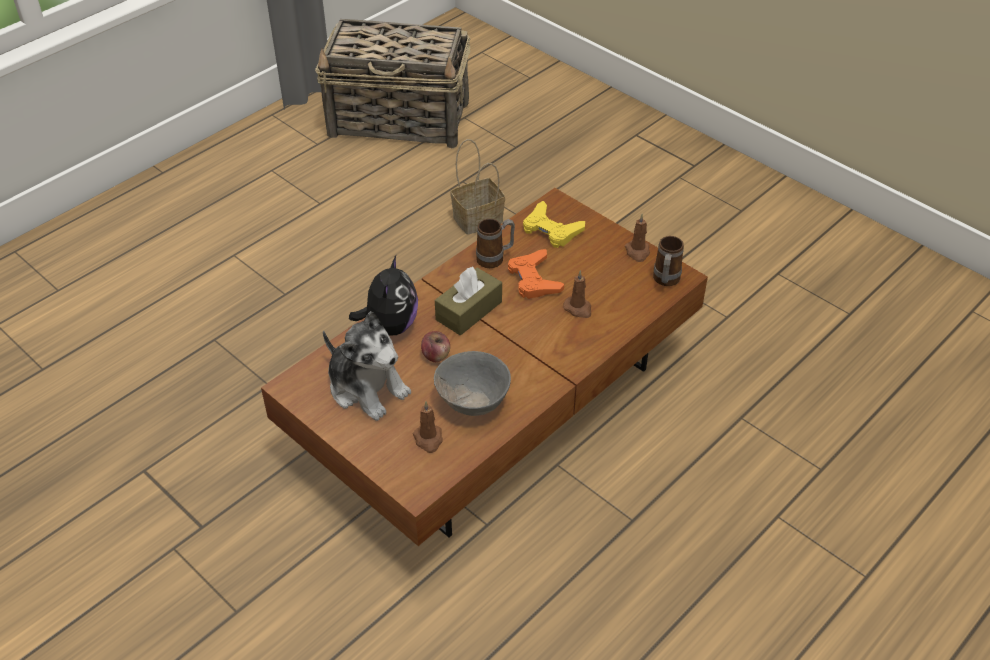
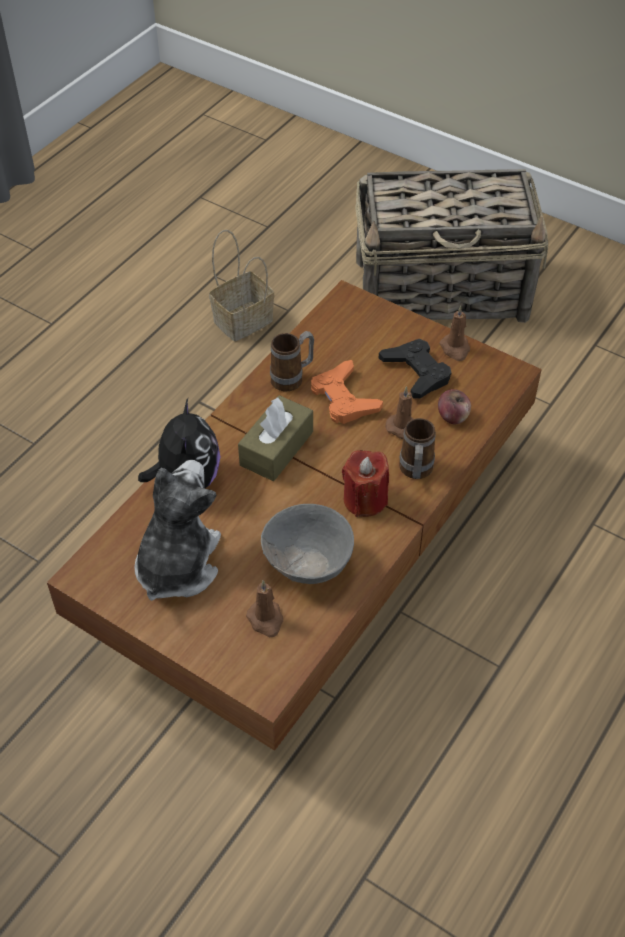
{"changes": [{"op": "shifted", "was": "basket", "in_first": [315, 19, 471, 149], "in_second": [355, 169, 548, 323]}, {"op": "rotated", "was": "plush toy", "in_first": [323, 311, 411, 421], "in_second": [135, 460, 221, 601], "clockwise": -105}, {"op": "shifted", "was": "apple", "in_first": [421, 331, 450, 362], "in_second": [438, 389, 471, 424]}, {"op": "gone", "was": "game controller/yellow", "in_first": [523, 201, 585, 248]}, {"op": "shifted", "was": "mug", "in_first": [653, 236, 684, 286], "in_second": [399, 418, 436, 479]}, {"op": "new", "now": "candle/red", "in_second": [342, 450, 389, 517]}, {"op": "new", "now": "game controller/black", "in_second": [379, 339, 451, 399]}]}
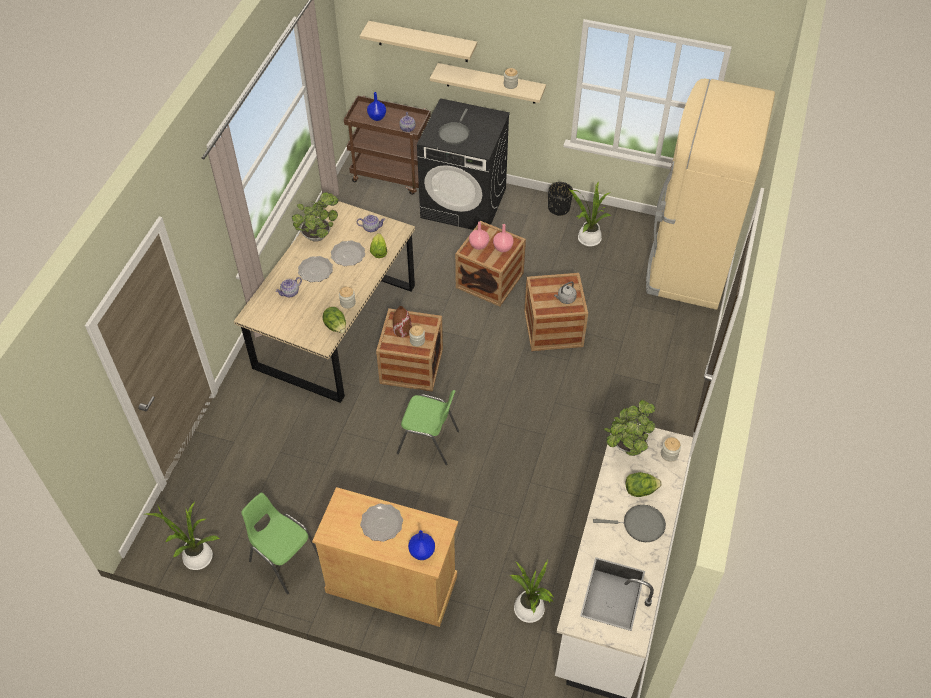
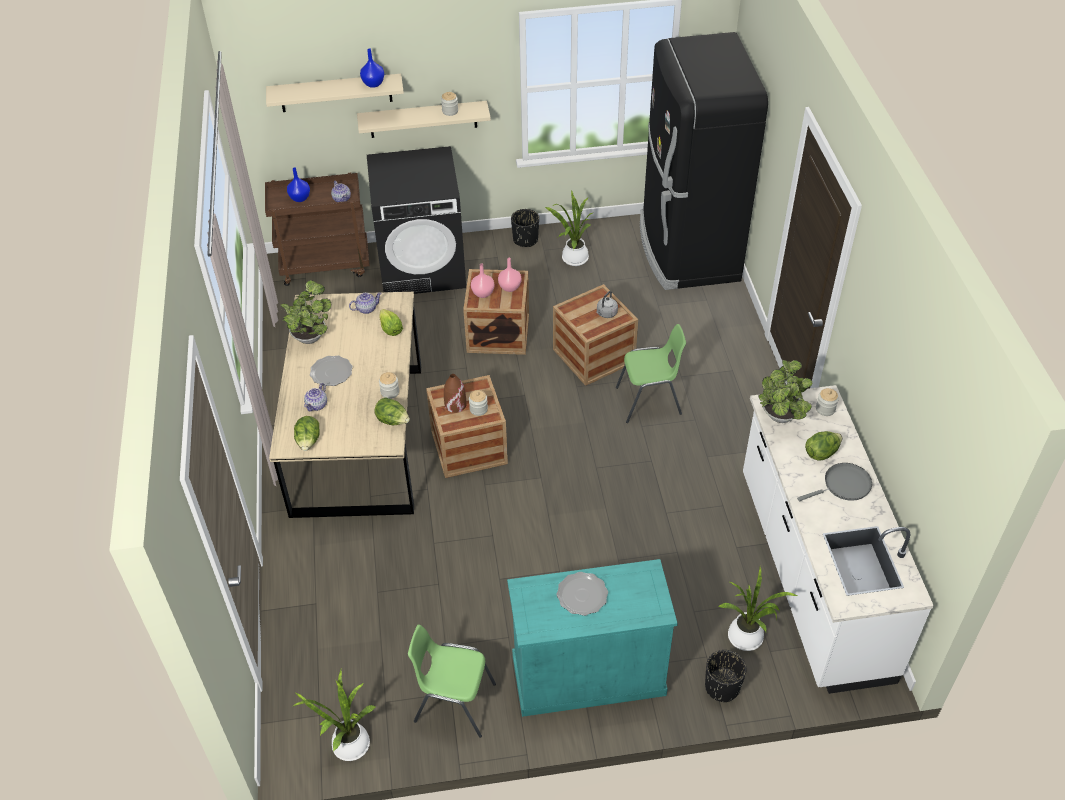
{"changes": [{"op": "repainted", "was": "cabinet/beige", "now": "cabinet/turquoise", "in_first": [312, 487, 458, 627], "in_second": [507, 559, 678, 717]}, {"op": "gone", "was": "plate", "in_first": [331, 240, 365, 266]}, {"op": "shifted", "was": "chair/green", "in_first": [397, 390, 459, 465], "in_second": [616, 324, 686, 423]}, {"op": "shifted", "was": "vase/blue", "in_first": [408, 530, 435, 560], "in_second": [360, 48, 384, 88]}, {"op": "gone", "was": "frying pan/grey", "in_first": [438, 109, 470, 144]}, {"op": "repainted", "was": "fridge/beige", "now": "fridge/black", "in_first": [646, 79, 775, 310], "in_second": [640, 32, 768, 290]}, {"op": "new", "now": "lettuce", "in_second": [294, 416, 319, 451]}, {"op": "new", "now": "planter/black", "in_second": [705, 650, 746, 702]}]}
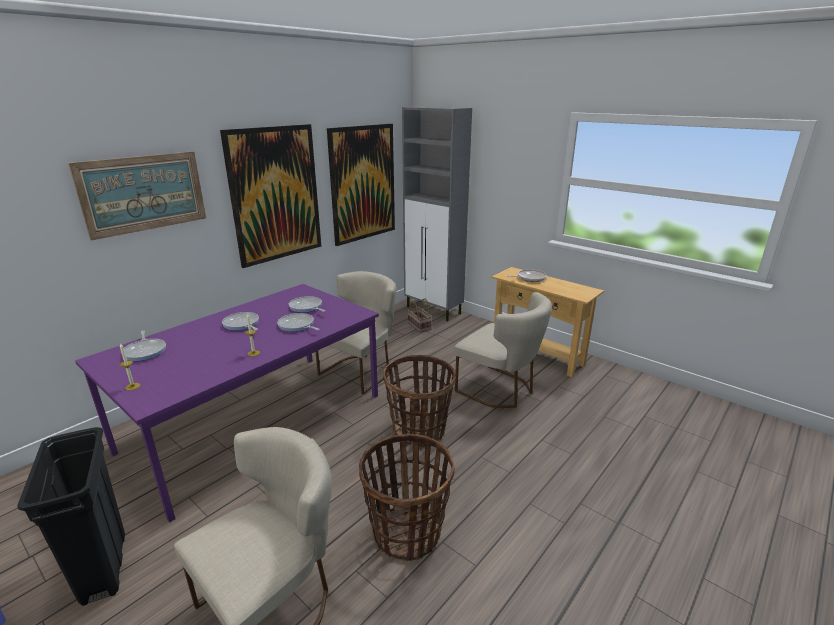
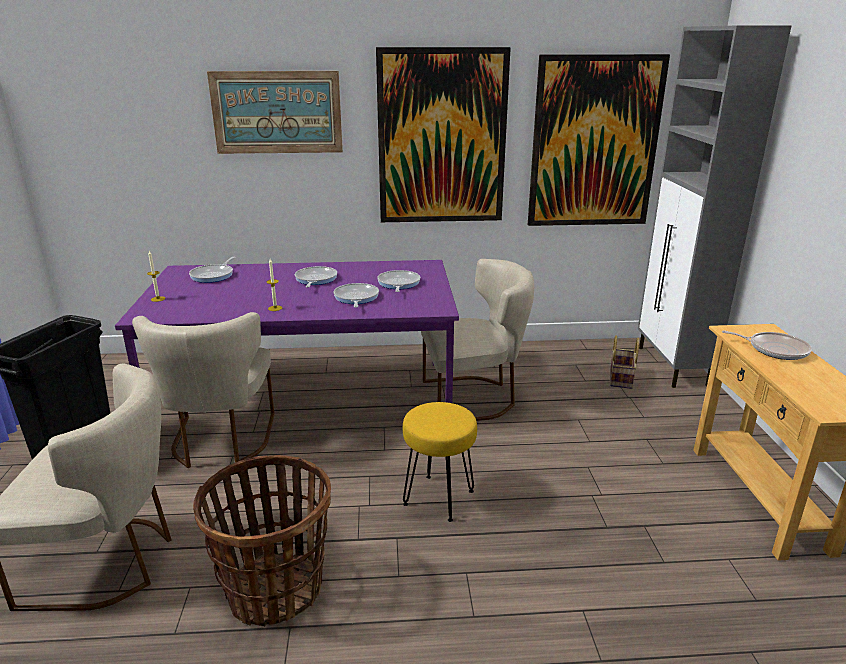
{"changes": [{"op": "swapped", "was": "basket", "now": "stool/yellow", "in_first": [383, 355, 456, 448], "in_second": [403, 402, 477, 522]}, {"op": "shifted", "was": "chair/beige", "in_first": [455, 292, 552, 408], "in_second": [132, 312, 275, 468]}]}
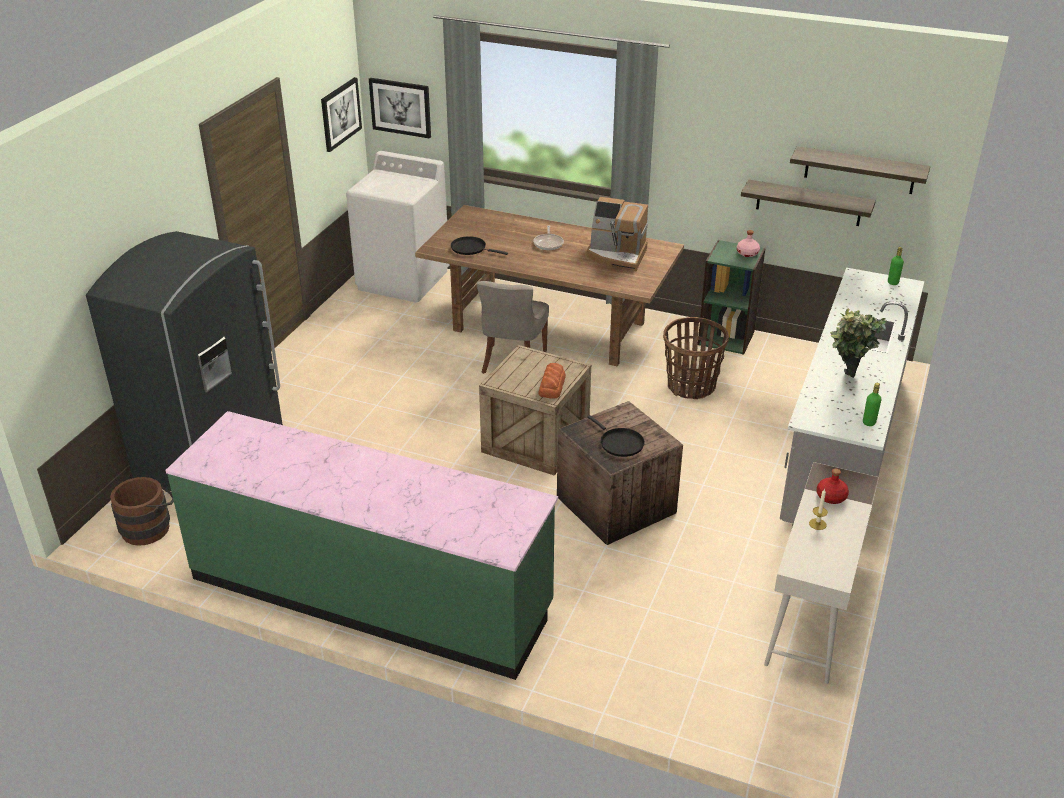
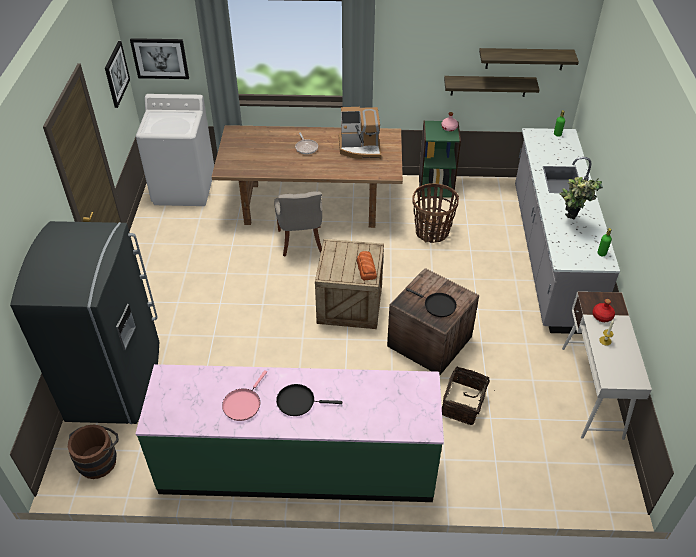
{"changes": [{"op": "shifted", "was": "frying pan/black", "in_first": [451, 236, 508, 255], "in_second": [276, 384, 342, 416]}, {"op": "new", "now": "frying pan/pink", "in_second": [222, 370, 267, 421]}, {"op": "new", "now": "basket", "in_second": [442, 367, 498, 425]}]}
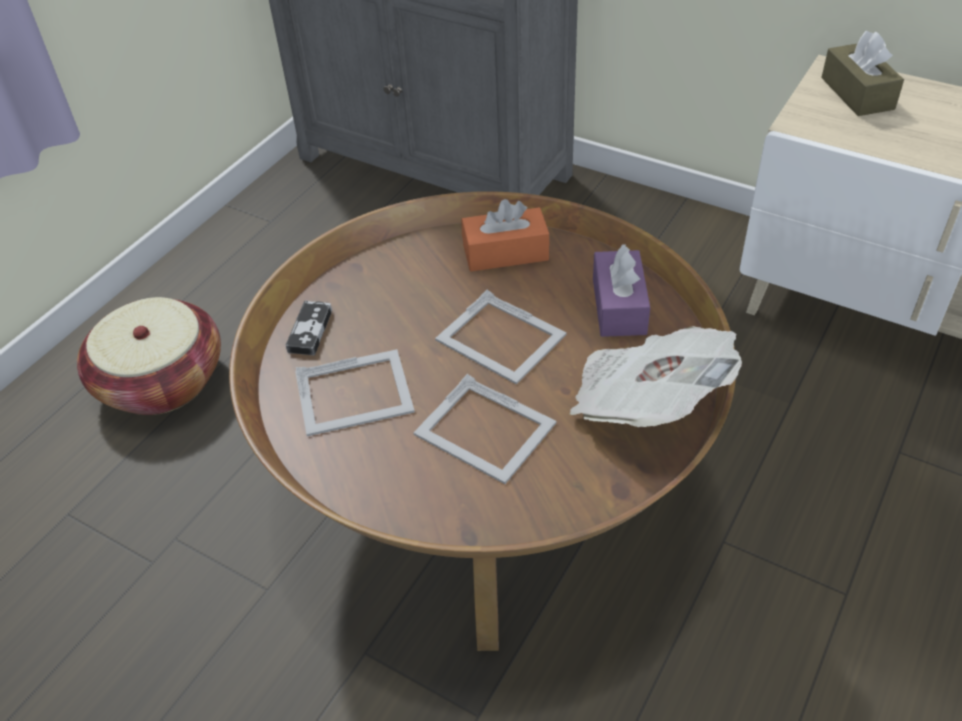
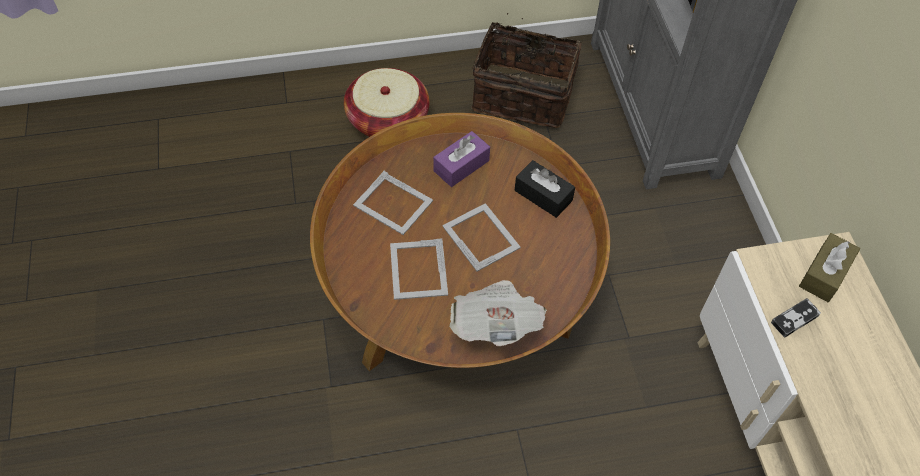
{"changes": [{"op": "shifted", "was": "game controller", "in_first": [286, 300, 332, 355], "in_second": [771, 298, 821, 338]}, {"op": "rotated", "was": "picture frame", "in_first": [435, 290, 567, 385], "in_second": [442, 203, 521, 272], "clockwise": 150}, {"op": "repainted", "was": "tissue box/orange", "now": "tissue box/black", "in_first": [461, 199, 549, 272], "in_second": [515, 160, 575, 218]}, {"op": "shifted", "was": "tissue box/purple", "in_first": [593, 244, 650, 337], "in_second": [433, 131, 490, 187]}, {"op": "new", "now": "basket", "in_second": [472, 13, 582, 128]}]}
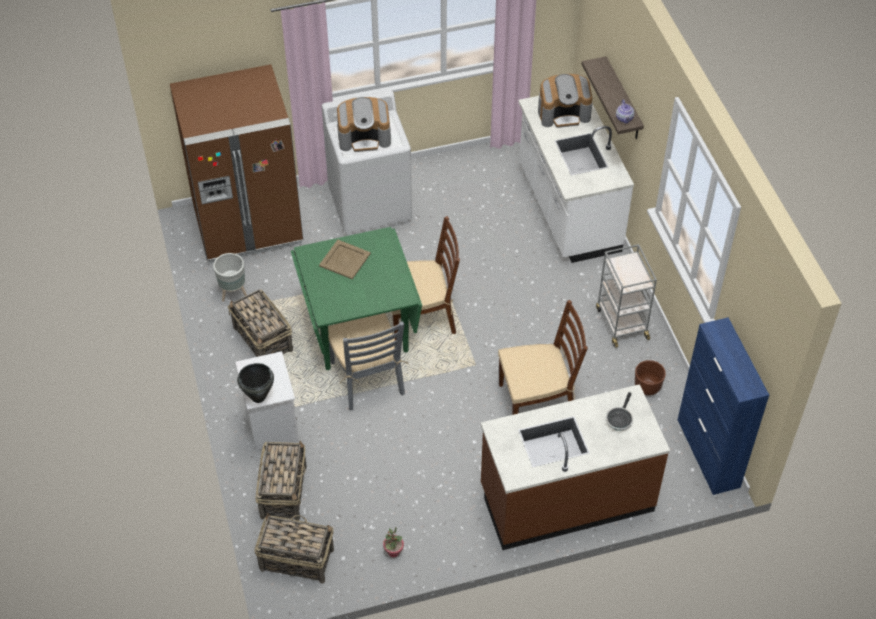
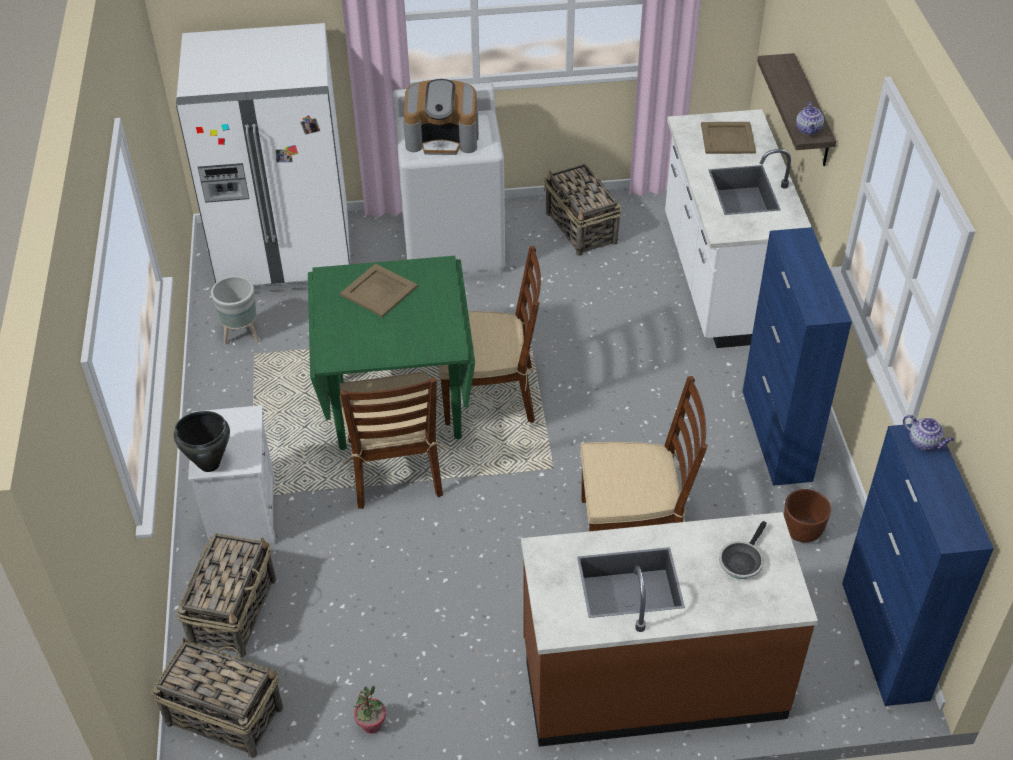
{"changes": [{"op": "repainted", "was": "fridge/brown", "now": "fridge/white", "in_first": [170, 64, 303, 264], "in_second": [176, 23, 351, 292]}, {"op": "shifted", "was": "basket", "in_first": [228, 289, 293, 357], "in_second": [544, 164, 621, 256]}, {"op": "repainted", "was": "chair/grey", "now": "chair/brown", "in_first": [328, 313, 408, 410], "in_second": [339, 372, 448, 509]}, {"op": "swapped", "was": "coffee machine", "now": "tray/beige", "in_first": [538, 74, 593, 128], "in_second": [701, 122, 756, 154]}, {"op": "swapped", "was": "cart/grey", "now": "cabinet/blue", "in_first": [596, 244, 657, 348], "in_second": [743, 227, 852, 486]}, {"op": "new", "now": "teapot", "in_second": [903, 415, 954, 451]}]}
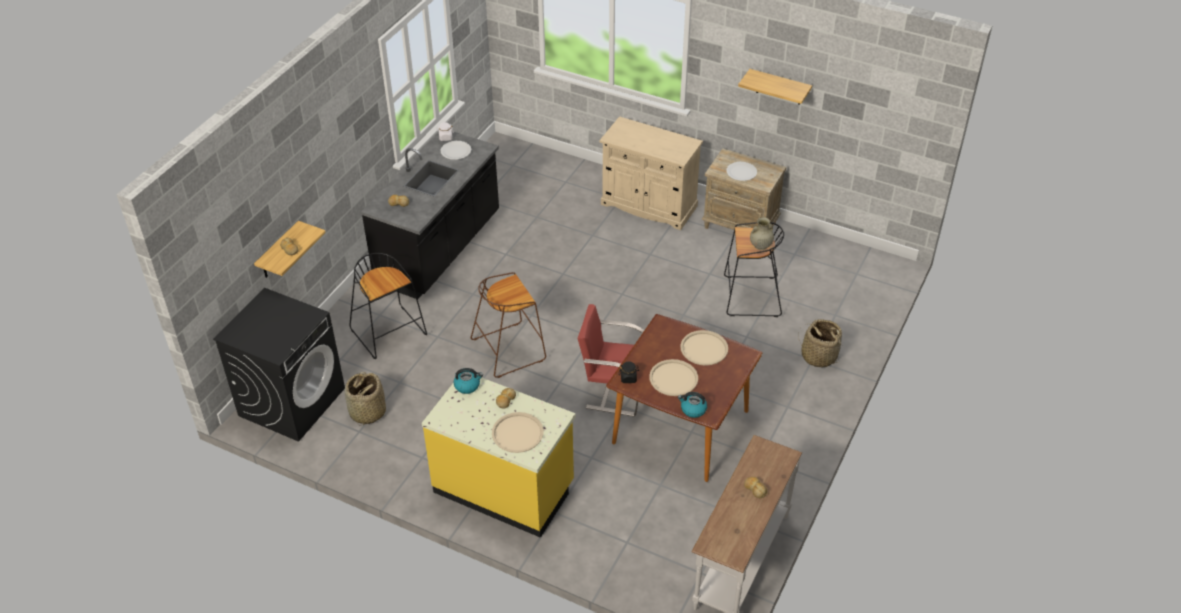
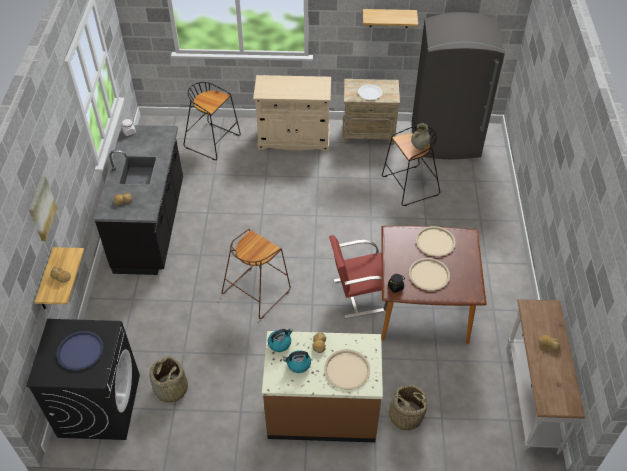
{"changes": [{"op": "shifted", "was": "stool/black", "in_first": [349, 253, 427, 359], "in_second": [183, 82, 241, 160]}, {"op": "repainted", "was": "counter/yellow", "now": "counter/brown", "in_first": [422, 377, 576, 538], "in_second": [262, 331, 383, 442]}, {"op": "gone", "was": "plate/white", "in_first": [440, 141, 471, 160]}, {"op": "shifted", "was": "kettle", "in_first": [678, 392, 707, 418], "in_second": [283, 350, 311, 373]}, {"op": "shifted", "was": "basket", "in_first": [798, 319, 842, 368], "in_second": [382, 385, 430, 430]}, {"op": "new", "now": "picture", "in_second": [29, 177, 57, 241]}, {"op": "new", "now": "tray/blue", "in_second": [56, 331, 103, 371]}, {"op": "new", "now": "fridge/grey", "in_second": [412, 12, 505, 159]}]}
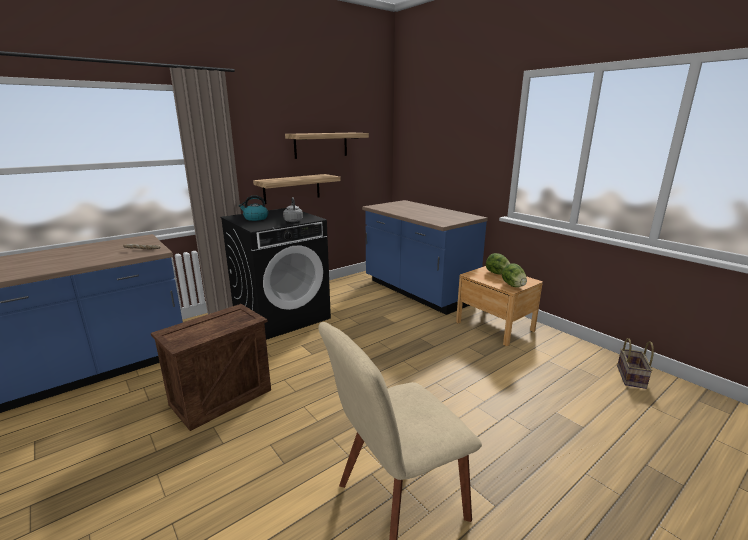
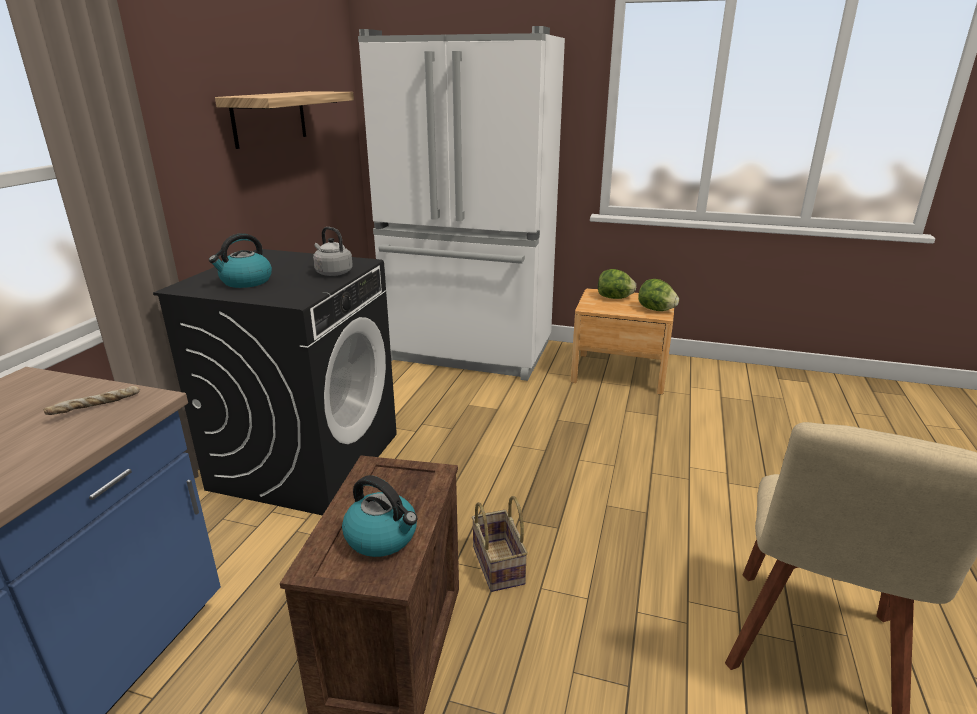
{"changes": [{"op": "gone", "was": "shelf", "in_first": [253, 174, 340, 204]}, {"op": "swapped", "was": "counter/blue", "now": "fridge/white", "in_first": [362, 200, 488, 315], "in_second": [358, 26, 565, 381]}, {"op": "shifted", "was": "basket", "in_first": [617, 338, 654, 389], "in_second": [472, 496, 528, 592]}, {"op": "new", "now": "kettle", "in_second": [342, 475, 417, 557]}]}
